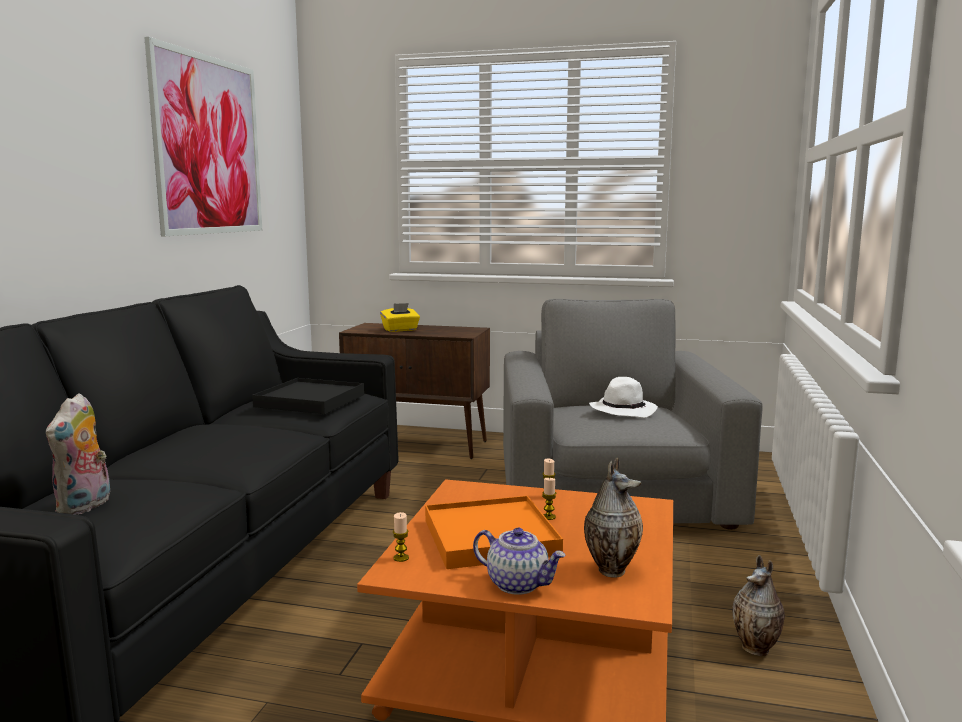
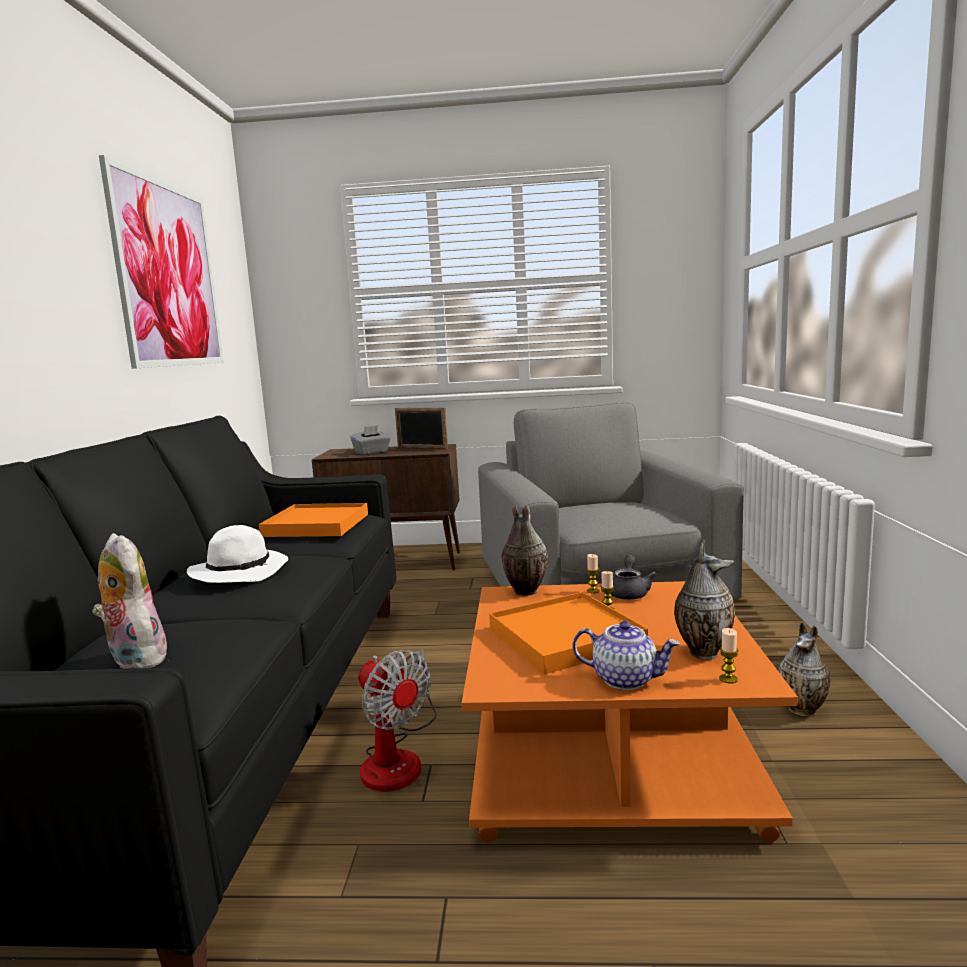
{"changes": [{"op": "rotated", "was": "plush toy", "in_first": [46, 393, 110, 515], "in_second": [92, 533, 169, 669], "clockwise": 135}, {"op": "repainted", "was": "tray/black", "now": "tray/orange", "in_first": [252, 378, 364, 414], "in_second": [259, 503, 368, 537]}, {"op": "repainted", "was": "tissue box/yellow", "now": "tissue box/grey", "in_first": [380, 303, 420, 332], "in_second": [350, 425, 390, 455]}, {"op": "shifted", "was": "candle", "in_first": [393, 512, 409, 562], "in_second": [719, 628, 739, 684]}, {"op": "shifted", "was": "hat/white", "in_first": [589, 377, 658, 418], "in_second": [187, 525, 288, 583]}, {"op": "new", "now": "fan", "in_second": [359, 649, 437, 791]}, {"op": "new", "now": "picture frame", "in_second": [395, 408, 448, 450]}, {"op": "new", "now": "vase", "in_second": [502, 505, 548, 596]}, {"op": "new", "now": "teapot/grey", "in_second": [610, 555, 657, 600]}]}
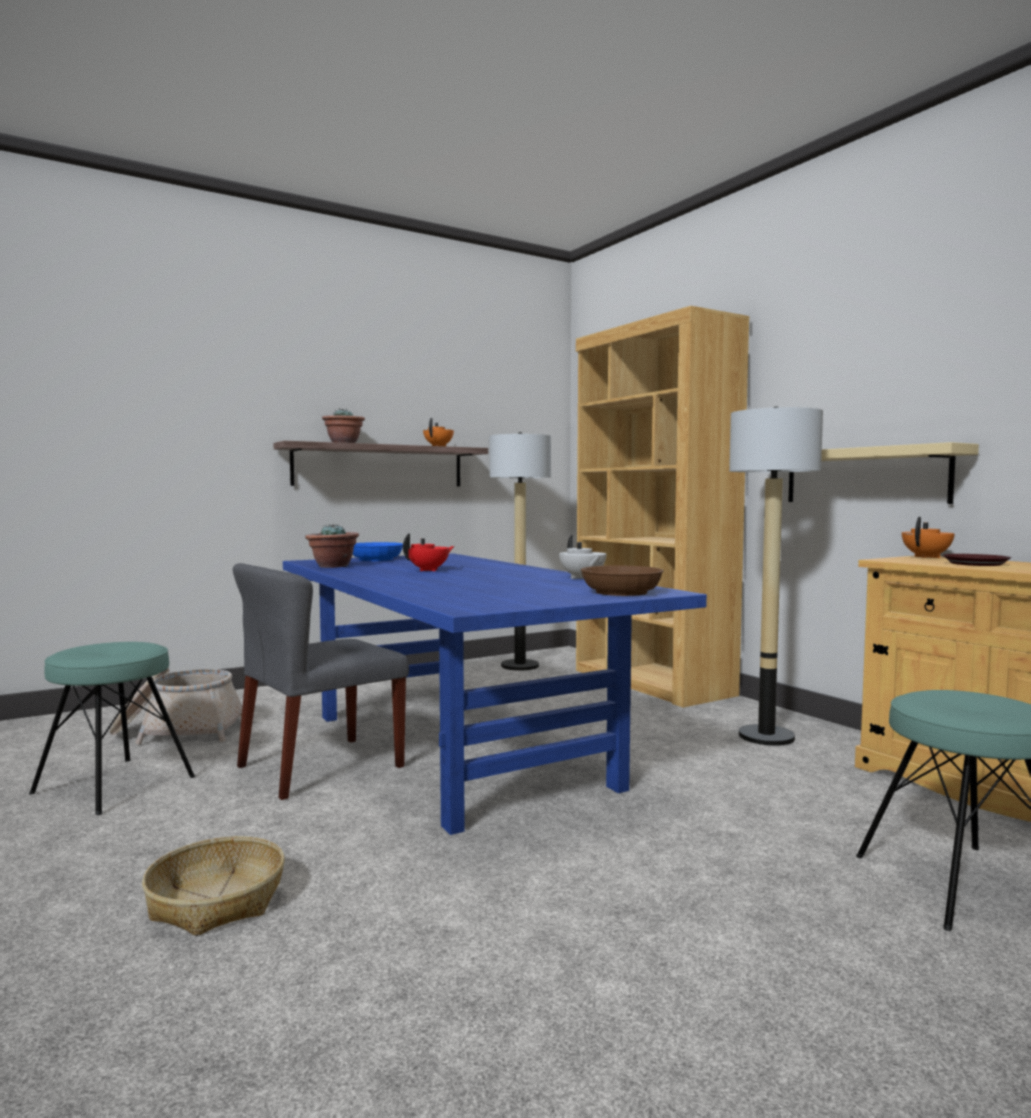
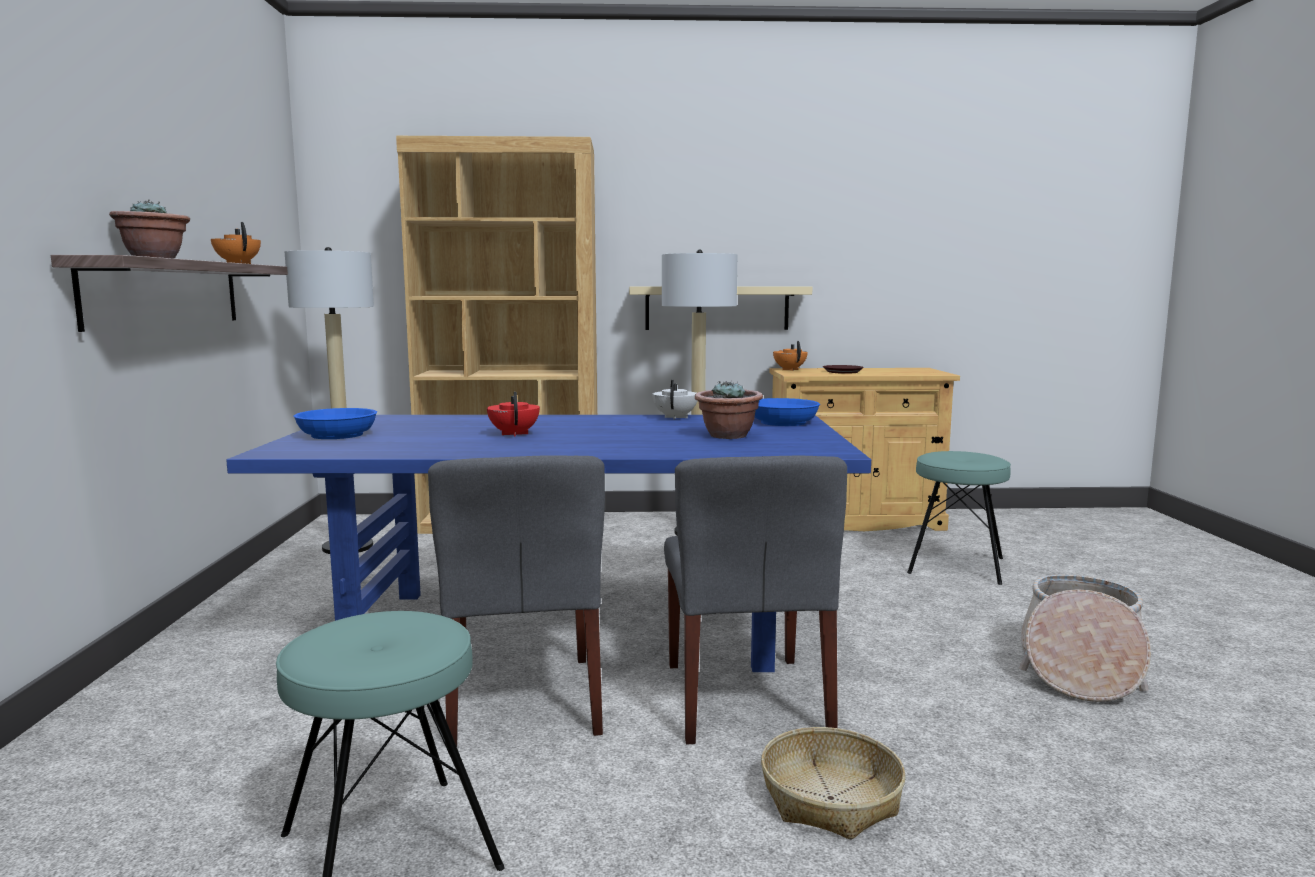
{"changes": [{"op": "shifted", "was": "basket", "in_first": [110, 668, 243, 745], "in_second": [1019, 575, 1151, 702]}, {"op": "shifted", "was": "potted plant", "in_first": [305, 524, 359, 568], "in_second": [695, 381, 763, 439]}, {"op": "rotated", "was": "teapot/white", "in_first": [559, 535, 606, 579], "in_second": [652, 380, 697, 419], "clockwise": -90}, {"op": "repainted", "was": "bowl/brown", "now": "bowl/blue", "in_first": [581, 565, 664, 596], "in_second": [755, 398, 820, 426]}, {"op": "new", "now": "chair/grey", "in_second": [664, 456, 847, 744]}]}
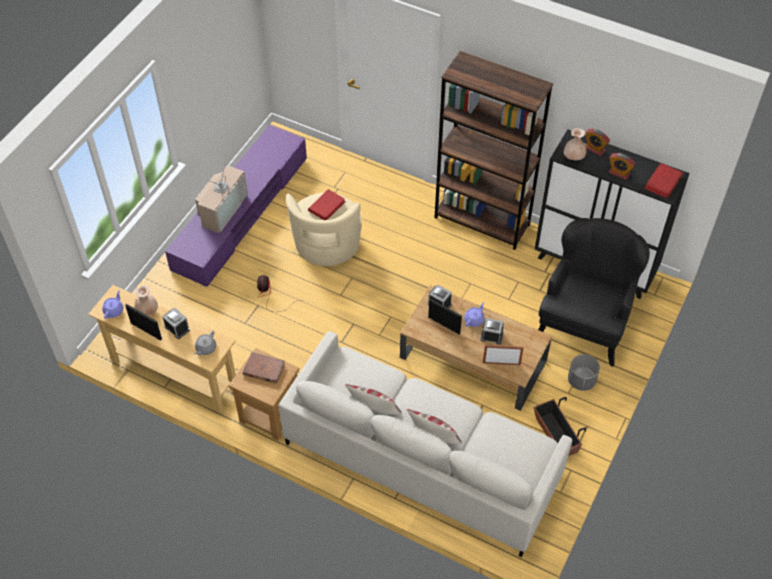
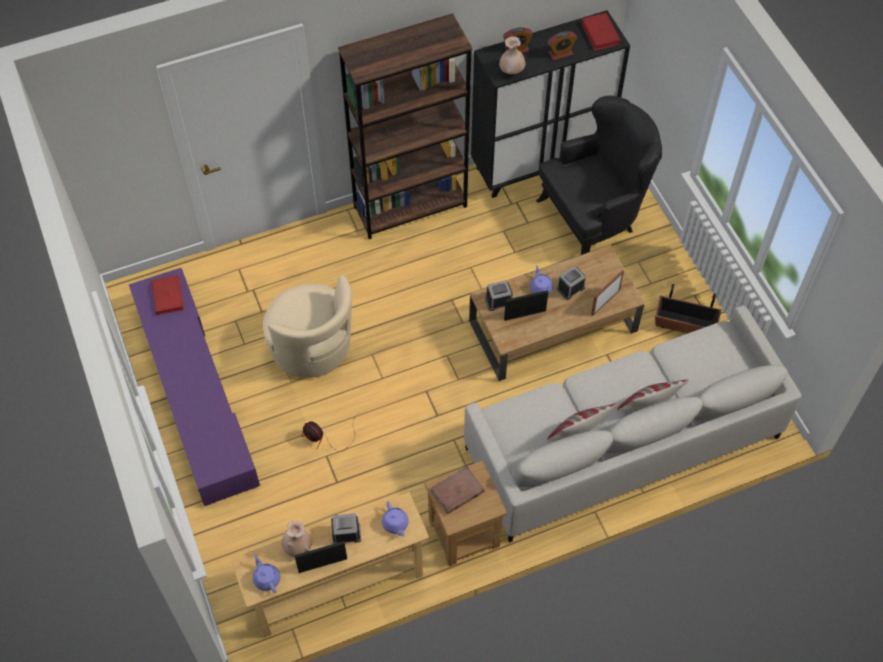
{"changes": [{"op": "gone", "was": "television", "in_first": [195, 157, 248, 233]}, {"op": "repainted", "was": "teapot/grey", "now": "teapot/purple", "in_first": [195, 331, 216, 355], "in_second": [382, 501, 409, 537]}, {"op": "shifted", "was": "book/red", "in_first": [308, 189, 346, 220], "in_second": [151, 275, 184, 315]}, {"op": "rotated", "was": "armchair/black", "in_first": [538, 218, 650, 367], "in_second": [536, 95, 662, 255], "clockwise": 90}, {"op": "gone", "was": "planter/grey", "in_first": [568, 354, 600, 391]}]}
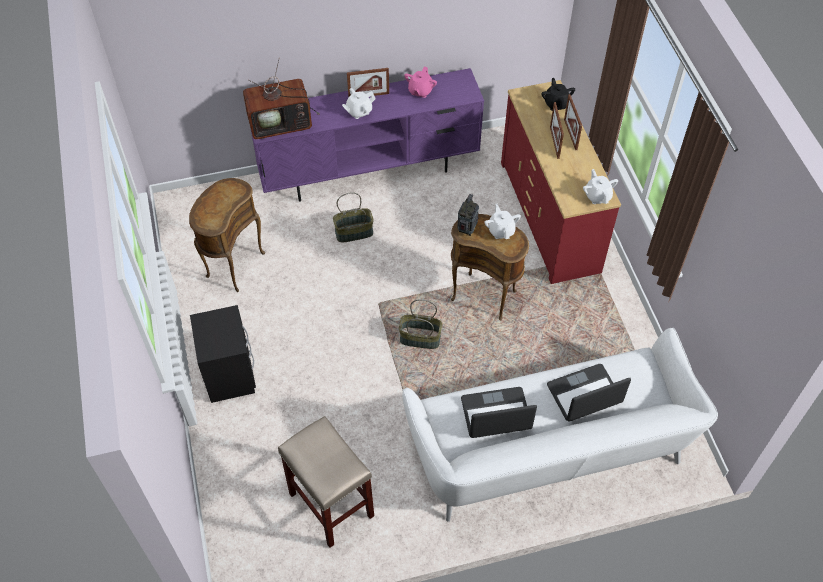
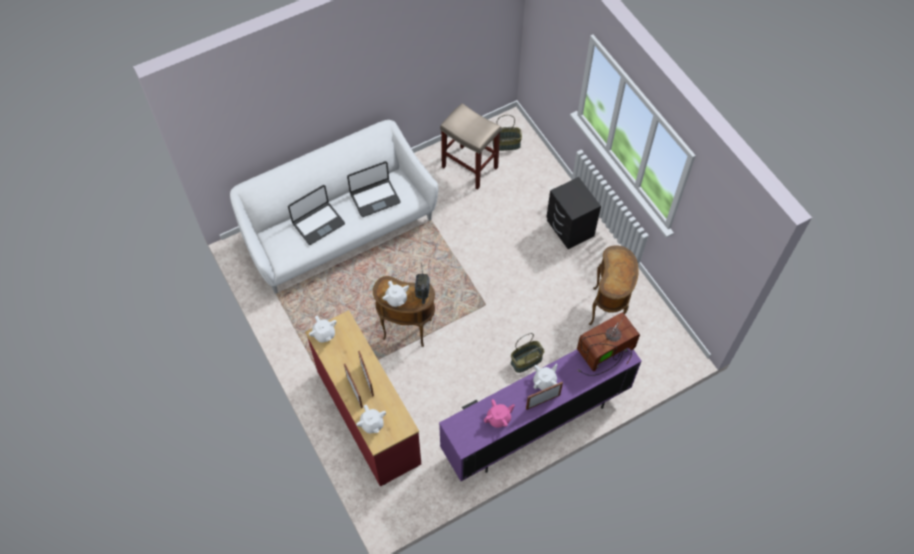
{"changes": [{"op": "shifted", "was": "basket", "in_first": [399, 299, 442, 349], "in_second": [492, 115, 522, 151]}, {"op": "rotated", "was": "teapot/pink", "in_first": [404, 67, 437, 98], "in_second": [484, 399, 515, 428], "clockwise": 60}, {"op": "repainted", "was": "teapot/black", "now": "teapot/white", "in_first": [541, 78, 575, 111], "in_second": [356, 405, 386, 433]}]}
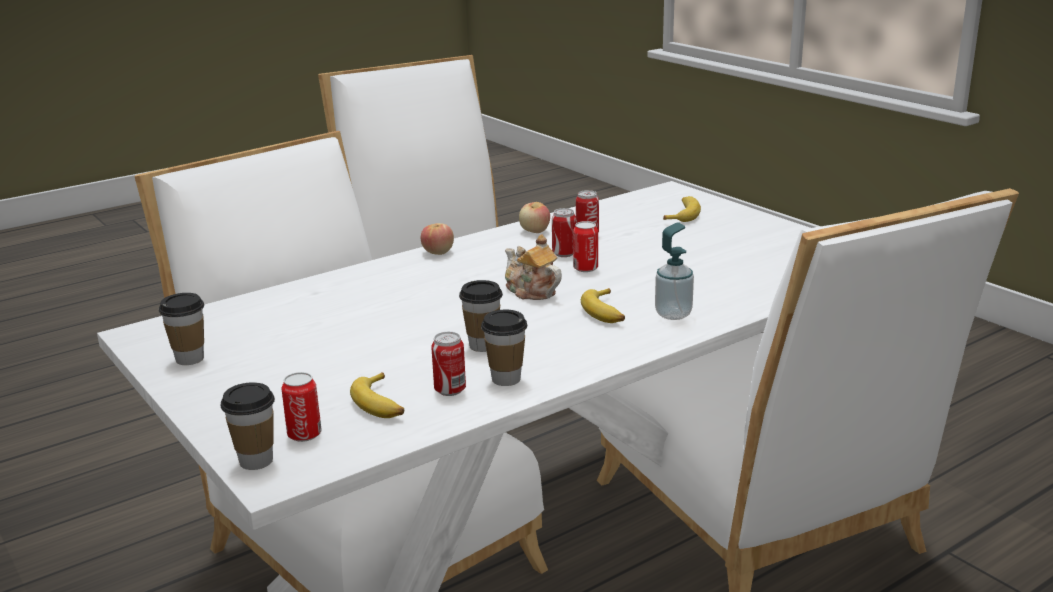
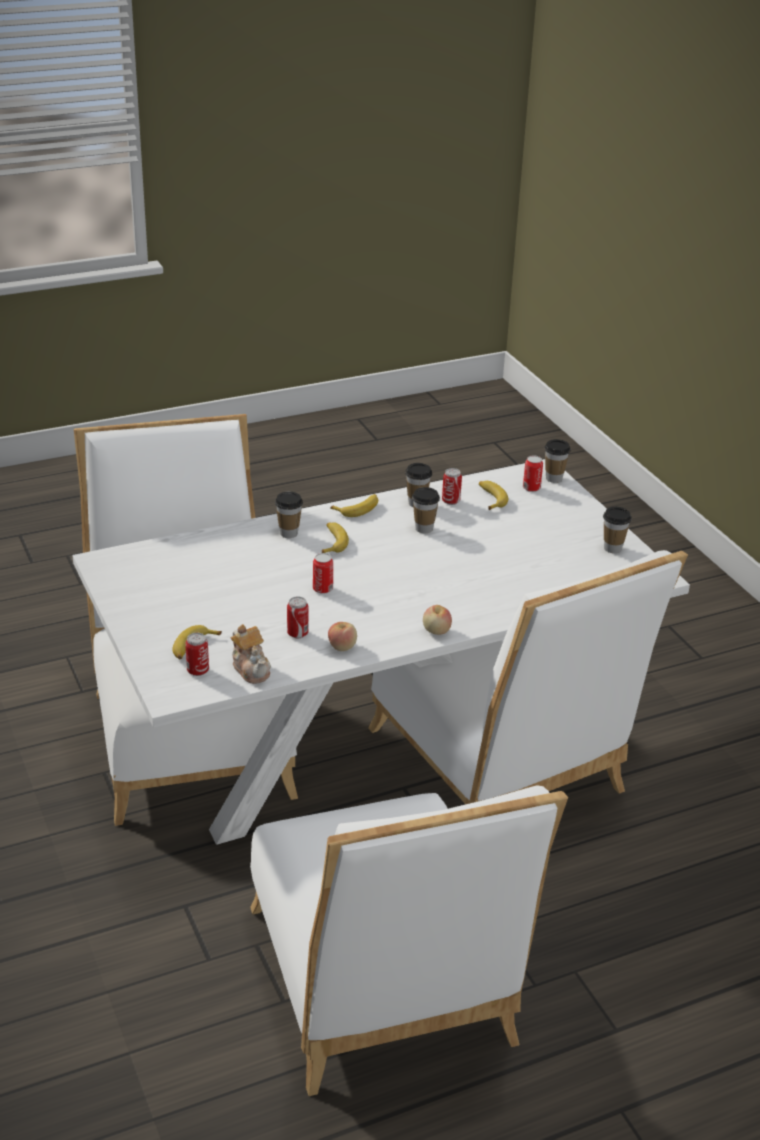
{"changes": [{"op": "shifted", "was": "teapot", "in_first": [505, 234, 562, 300], "in_second": [231, 624, 271, 684]}, {"op": "shifted", "was": "can", "in_first": [552, 208, 576, 257], "in_second": [185, 633, 209, 676]}, {"op": "swapped", "was": "soap dispenser", "now": "cup", "in_first": [655, 222, 694, 320], "in_second": [275, 492, 303, 538]}, {"op": "new", "now": "banana", "in_second": [330, 494, 378, 517]}]}
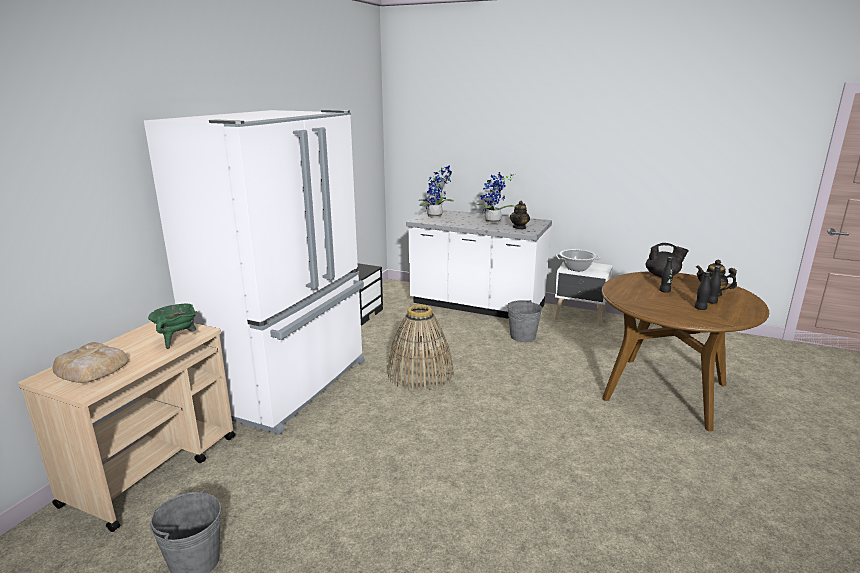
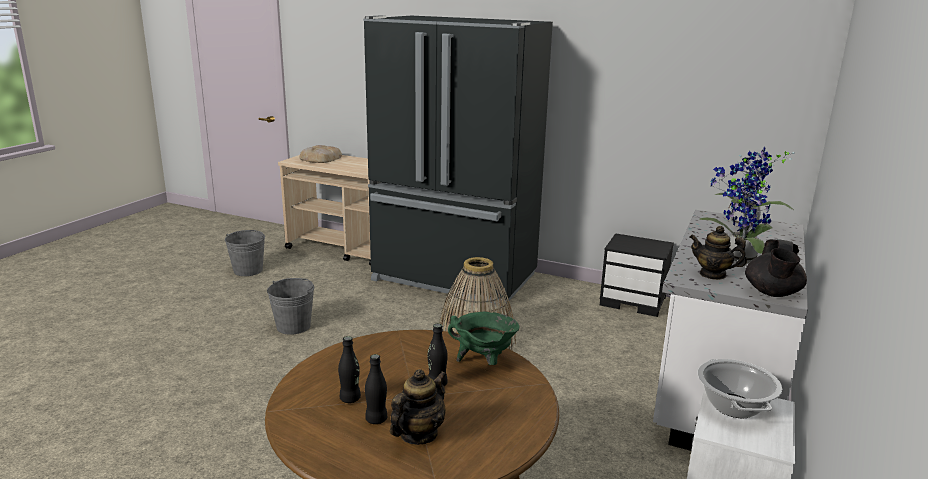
{"changes": [{"op": "repainted", "was": "fridge/white", "now": "fridge/black", "in_first": [144, 110, 365, 435], "in_second": [363, 16, 553, 307]}, {"op": "shifted", "was": "cooking pot/green", "in_first": [148, 304, 197, 349], "in_second": [448, 312, 520, 365]}, {"op": "shifted", "was": "bucket/grey", "in_first": [507, 300, 542, 342], "in_second": [267, 278, 314, 335]}, {"op": "shifted", "was": "teapot/black", "in_first": [646, 243, 689, 277], "in_second": [745, 239, 807, 297]}]}
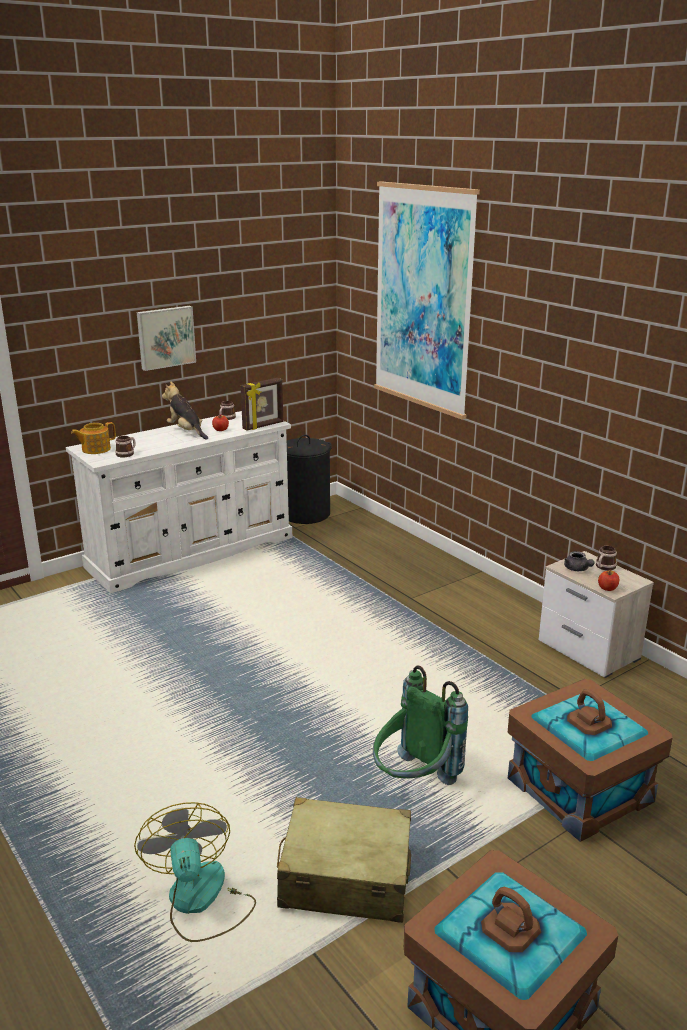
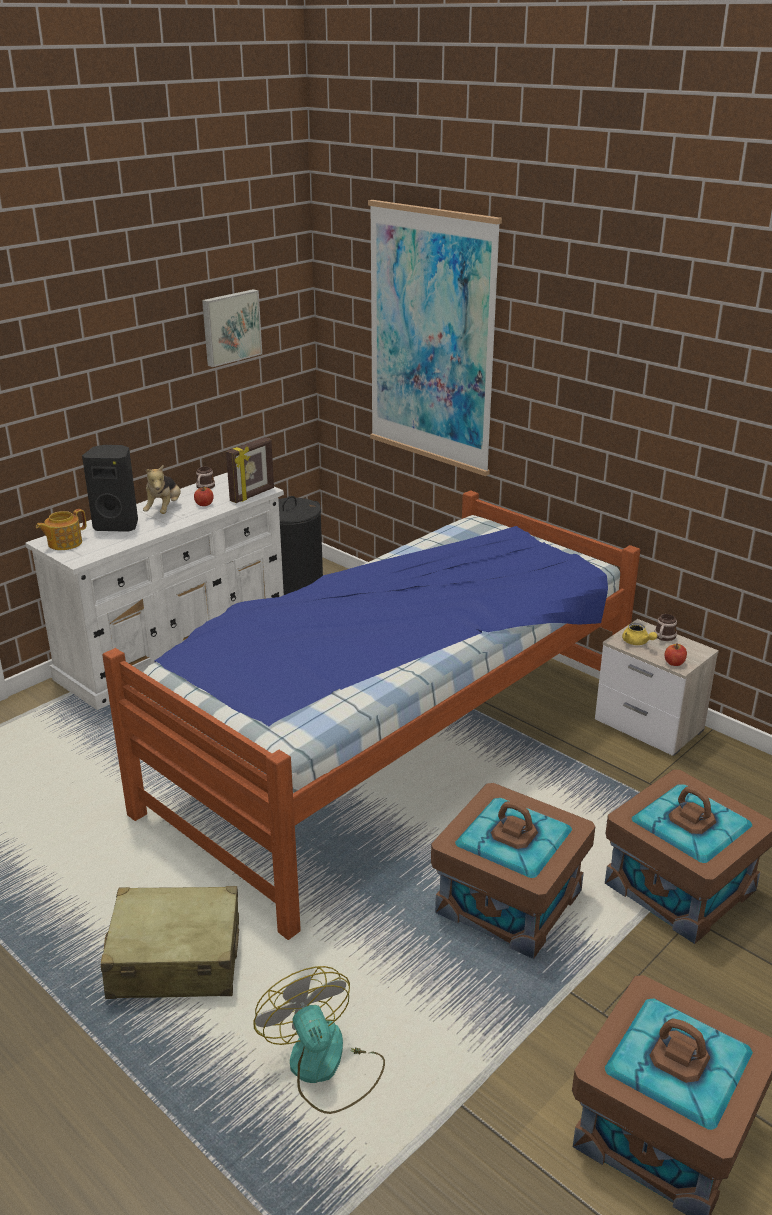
{"changes": [{"op": "gone", "was": "mug", "in_first": [115, 436, 136, 457]}, {"op": "shifted", "was": "picture", "in_first": [137, 306, 196, 371], "in_second": [202, 289, 262, 367]}, {"op": "rotated", "was": "plush toy", "in_first": [162, 381, 208, 440], "in_second": [143, 464, 181, 514], "clockwise": -120}, {"op": "shifted", "was": "suitcase/beige", "in_first": [277, 797, 411, 923], "in_second": [101, 886, 239, 999]}, {"op": "swapped", "was": "backpack/green", "now": "storage box/brown", "in_first": [373, 666, 468, 785], "in_second": [431, 783, 595, 959]}, {"op": "repainted", "was": "teapot/grey", "now": "teapot/yellow", "in_first": [564, 551, 594, 571], "in_second": [622, 623, 657, 645]}, {"op": "new", "now": "speaker/black", "in_second": [82, 445, 138, 532]}, {"op": "new", "now": "bed", "in_second": [102, 490, 640, 940]}]}
